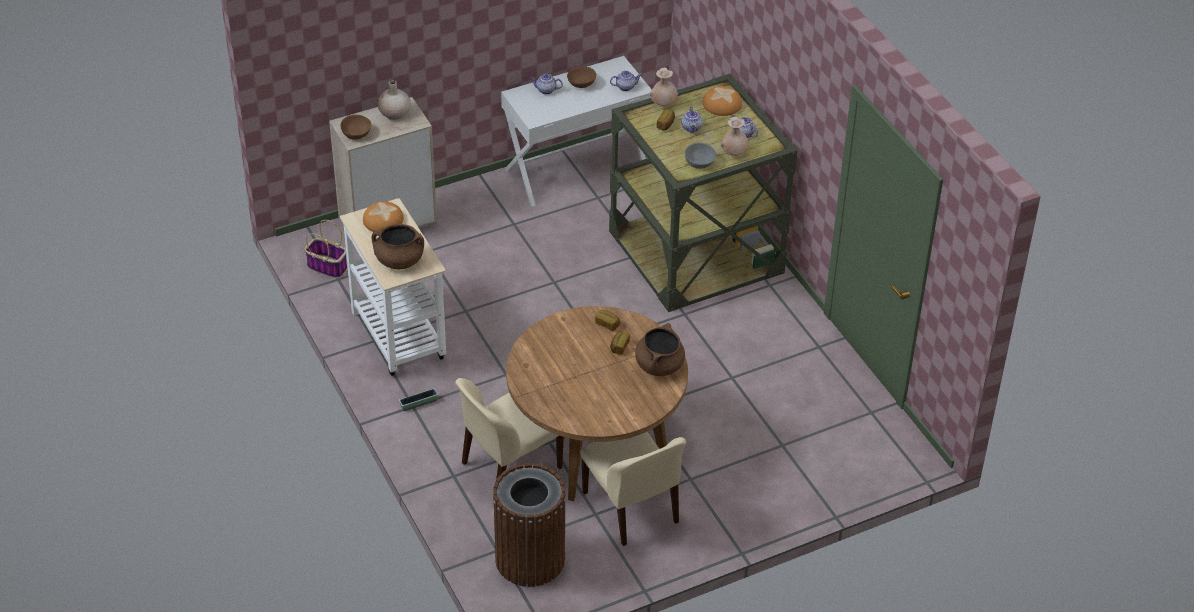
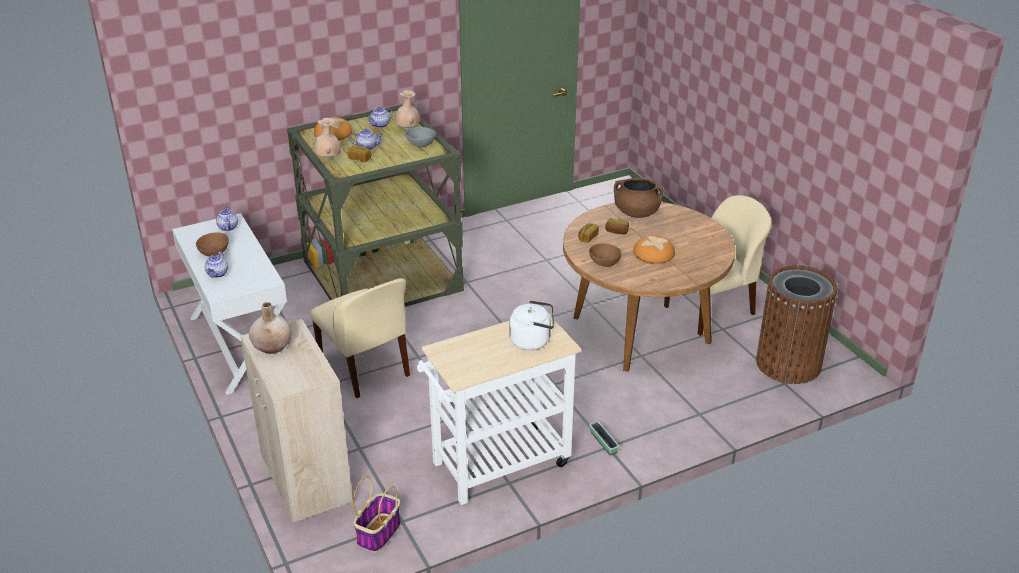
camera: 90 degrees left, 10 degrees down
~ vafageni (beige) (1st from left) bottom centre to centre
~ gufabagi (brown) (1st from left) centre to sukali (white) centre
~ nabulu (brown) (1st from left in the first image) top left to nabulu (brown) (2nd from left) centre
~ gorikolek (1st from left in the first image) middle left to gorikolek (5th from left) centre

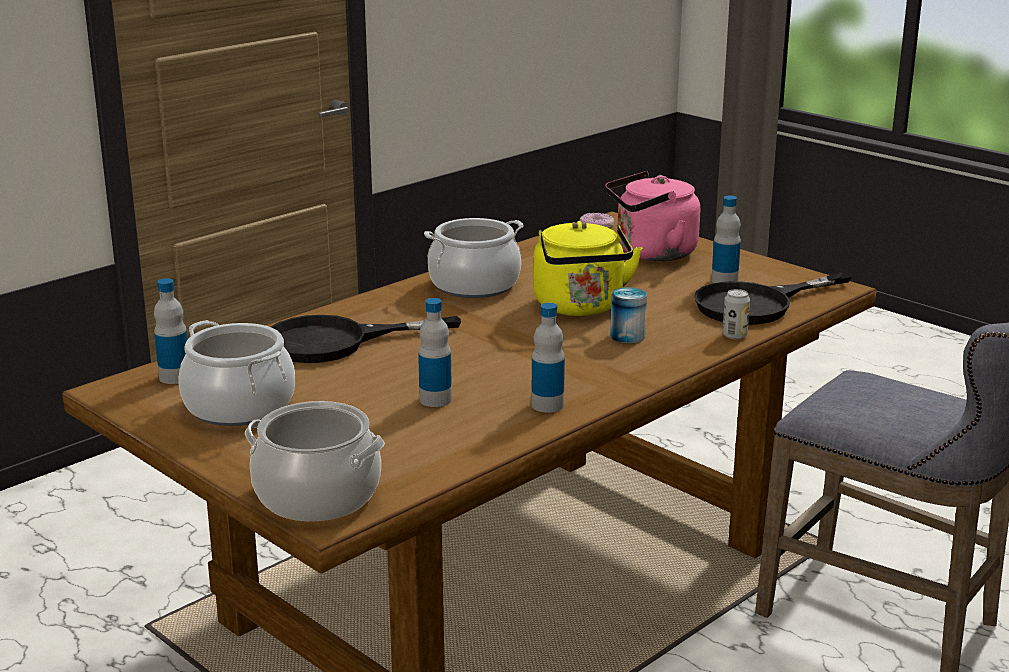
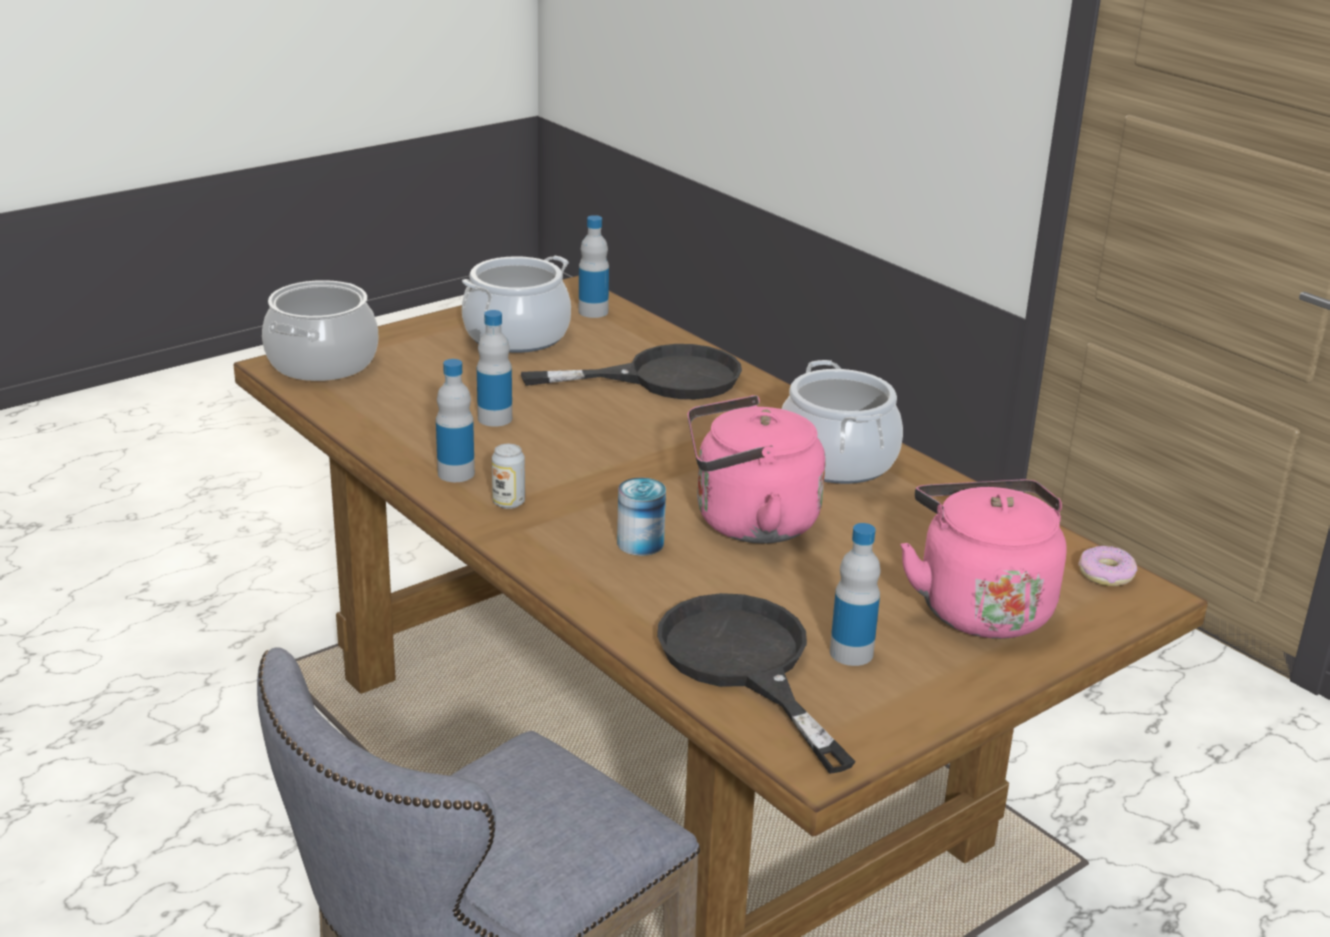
camera: 95 degrees right, 5 degrees up
~ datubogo (2nd from left in the first image) middle right to datubogo (1st from left) centre
~ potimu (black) (1st from left) centre = centre 90 degrees clockwise
~ sukali (yellow) centre to sukali (pink) (1st from left) centre

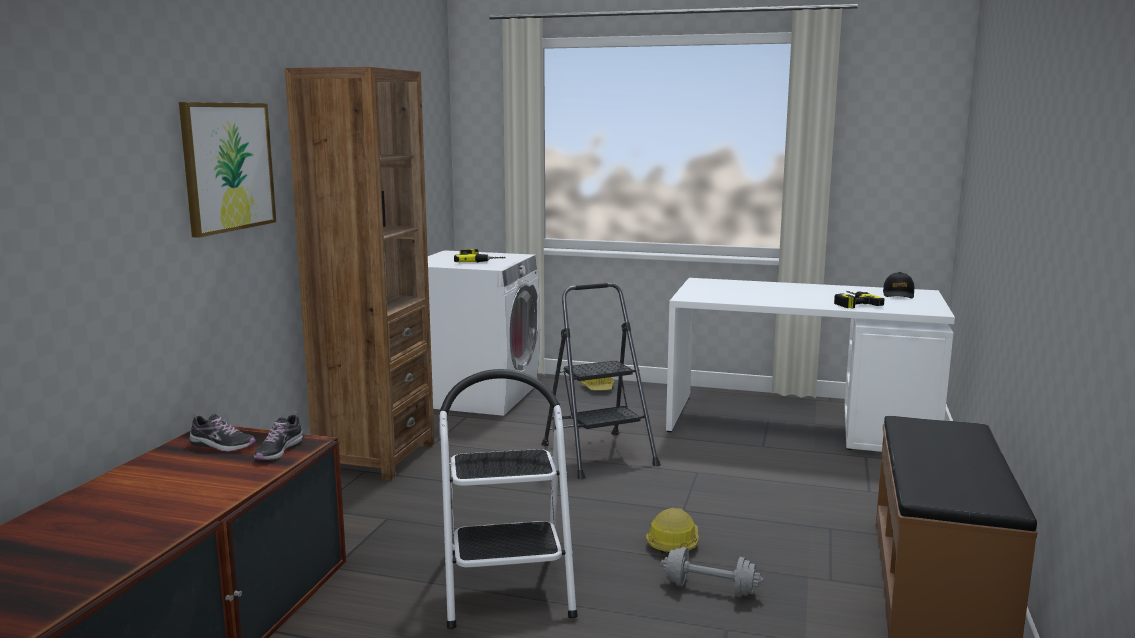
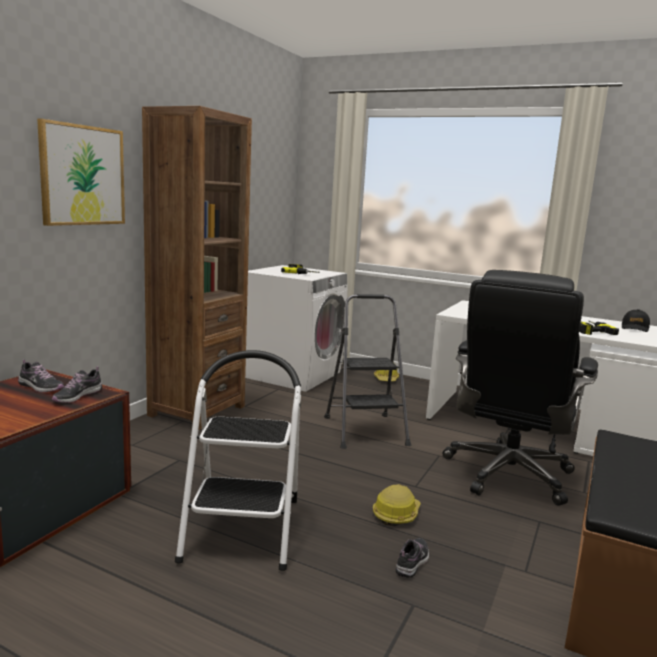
camera: 10 degrees right, 0 degrees up
~ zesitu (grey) bottom centre to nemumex (3rd from left) bottom centre
+ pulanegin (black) middle right

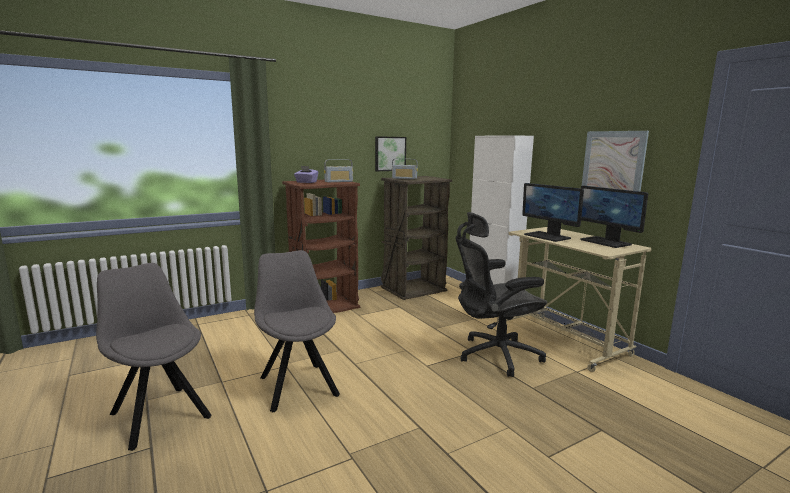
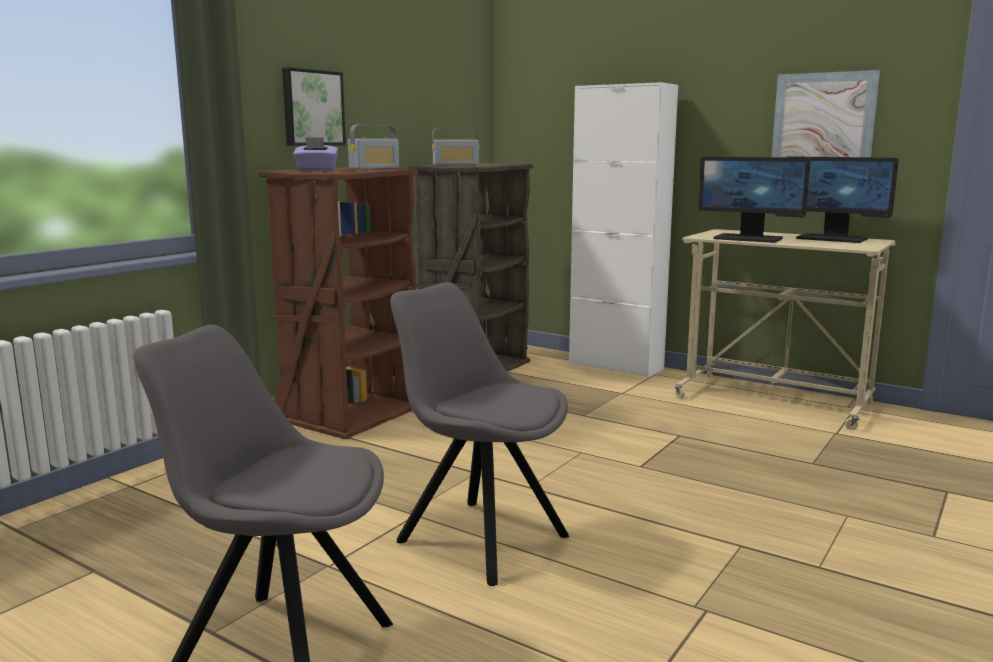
camera: 25 degrees left, 0 degrees up
~ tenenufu (1st from left) top centre to top left
- pulanegin centre

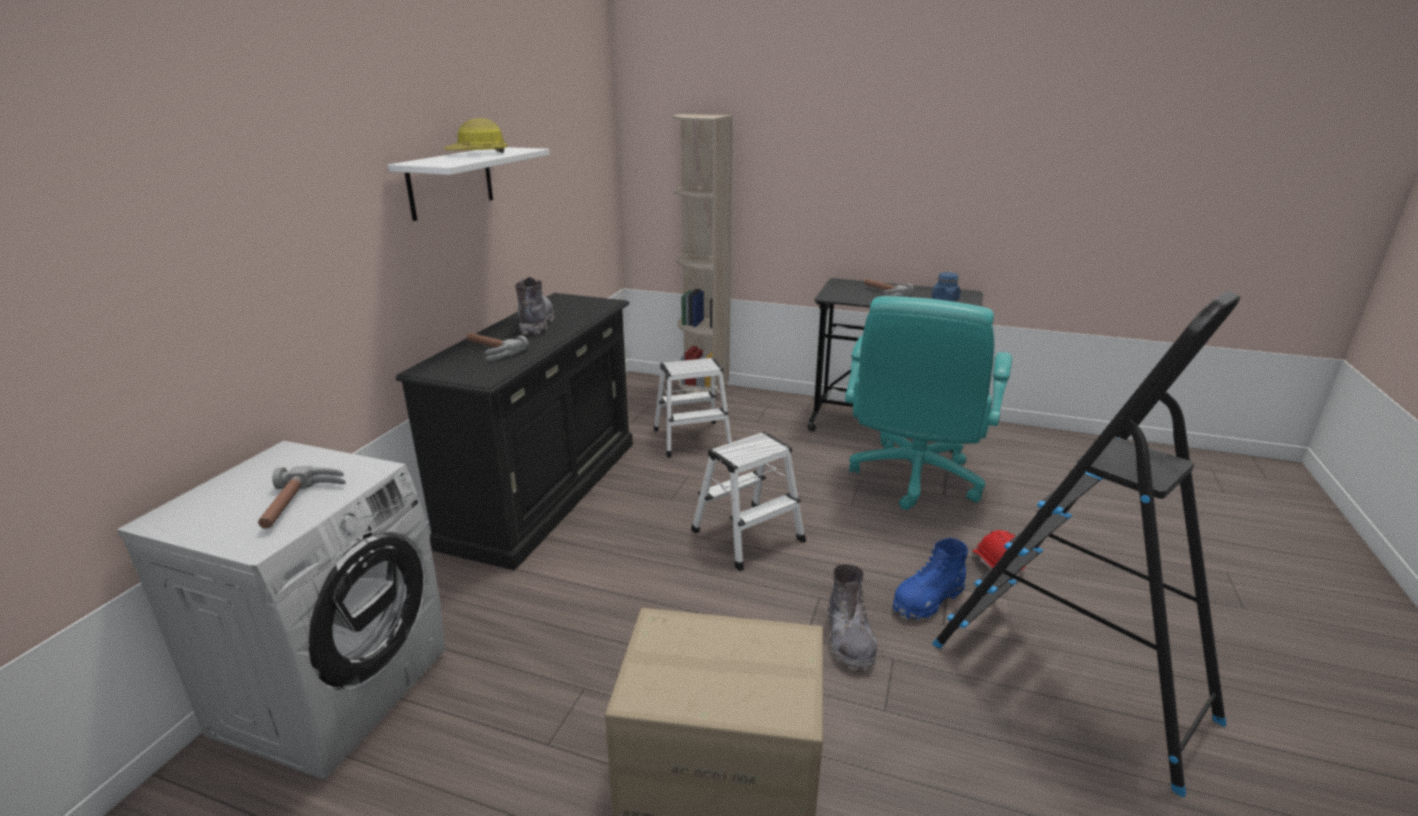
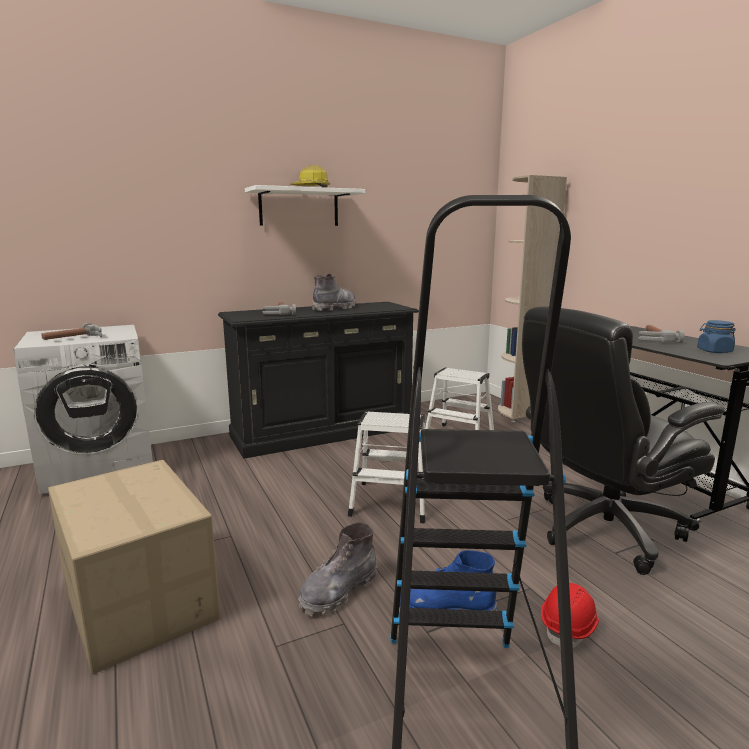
camera: 45 degrees right, 10 degrees down
~ pulanegin (turquoise) centre to pulanegin (black) middle right

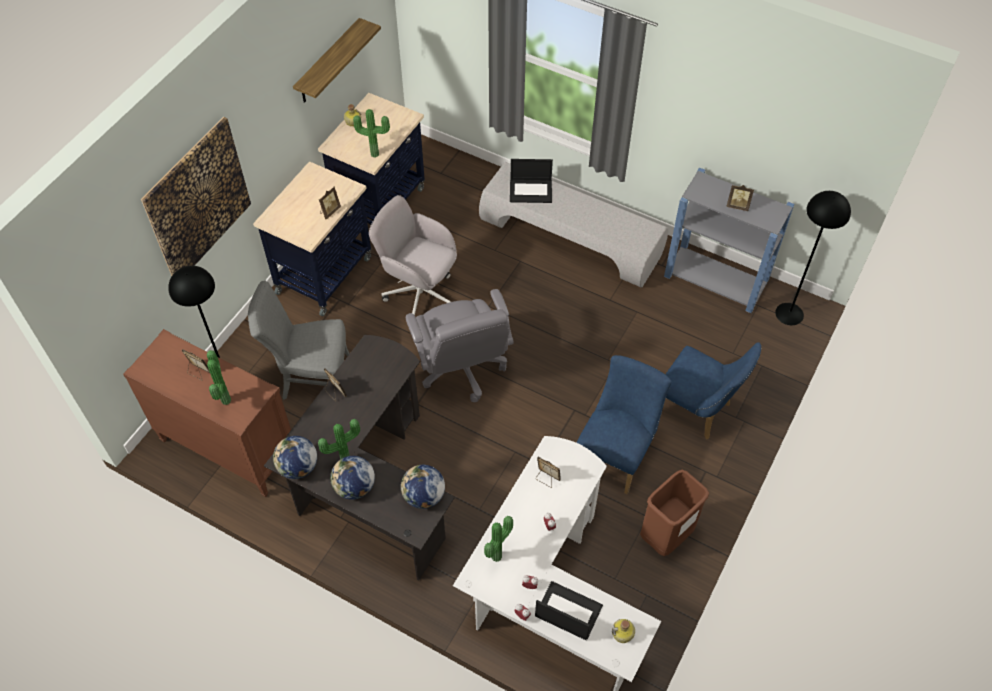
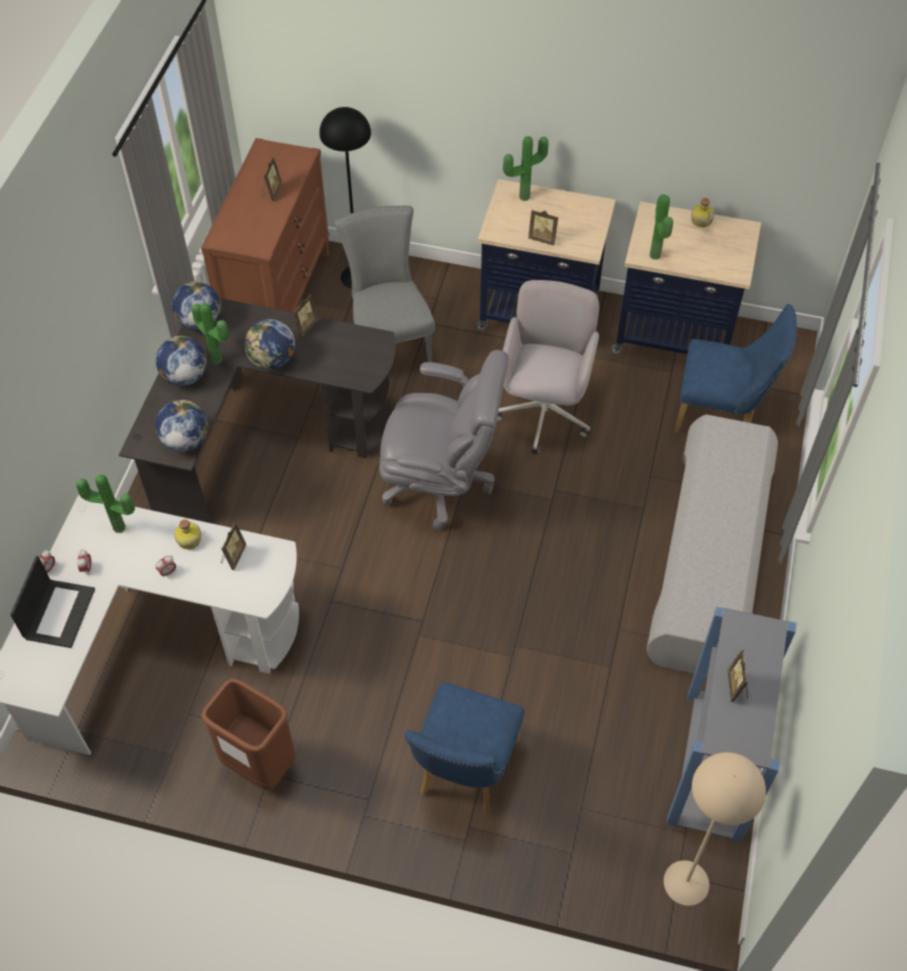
camera: 75 degrees right, 0 degrees up
~ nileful (2nd from left in the first image) bottom centre to nileful (1st from left) middle left
+ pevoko (4th from left) middle left
~ pulanegin (grey) (2nd from left in the first image) centre = centre 135 degrees counterclockwise
~ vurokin (1st from left in the first image) middle left to vurokin (3rd from left) top centre
~ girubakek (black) (2nd from left) middle right to girubakek (beige) bottom right
~ vafageni (blue) (1st from left in the first image) centre to vafageni (blue) (2nd from left) middle right
- tenenufu top left
- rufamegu top centre
- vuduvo (1st from left) top centre

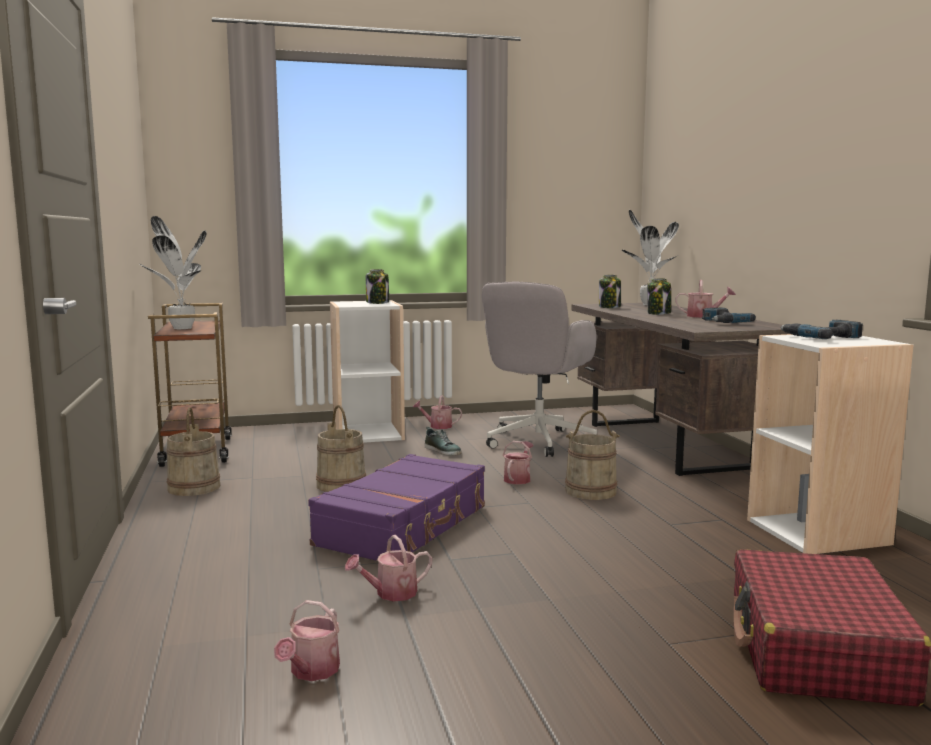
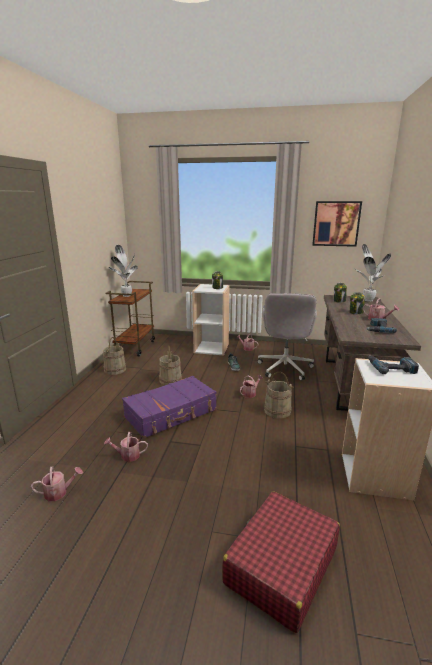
camera: 25 degrees right, 10 degrees up
~ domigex (1st from left) bottom left = bottom left 150 degrees counterclockwise
~ pulanegin (grey) centre = centre 45 degrees counterclockwise
+ tenenufu middle right

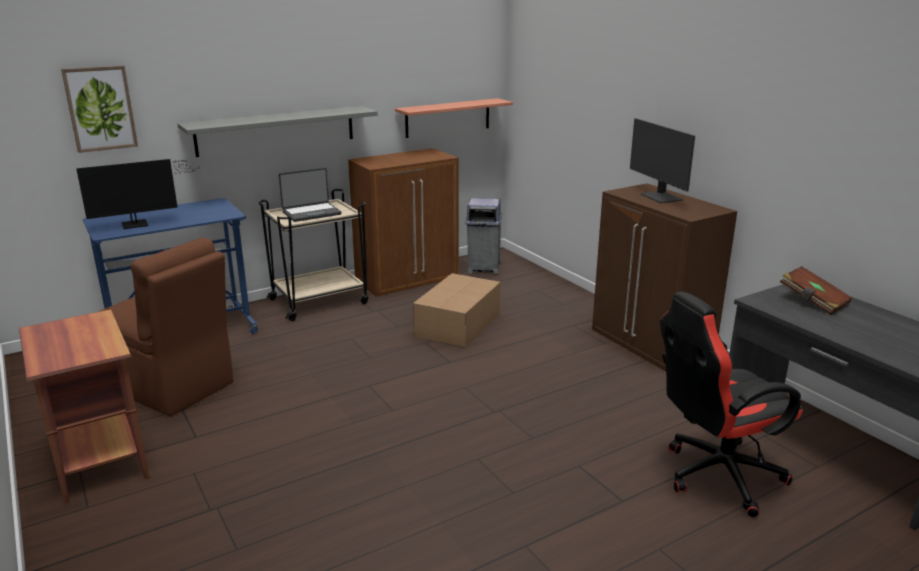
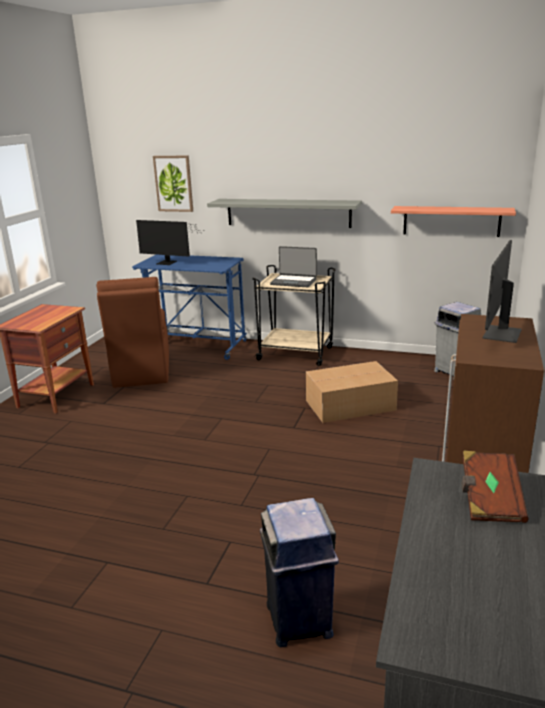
camera: 50 degrees right, 0 degrees up
~ pulanegin (black) bottom right to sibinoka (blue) bottom centre
- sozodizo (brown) (1st from left) centre

